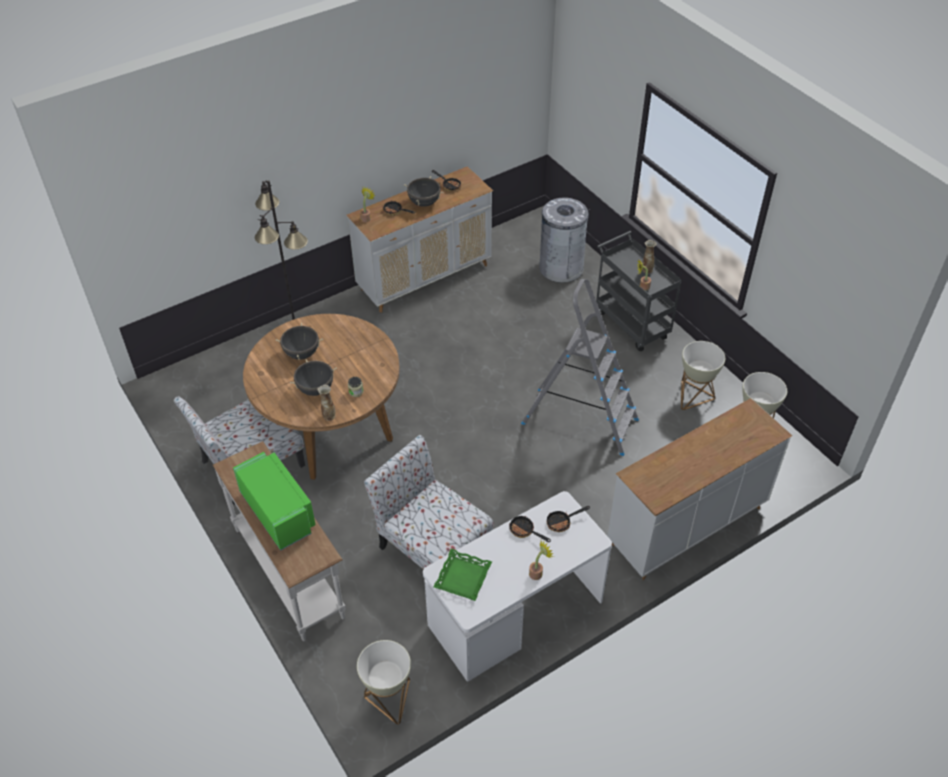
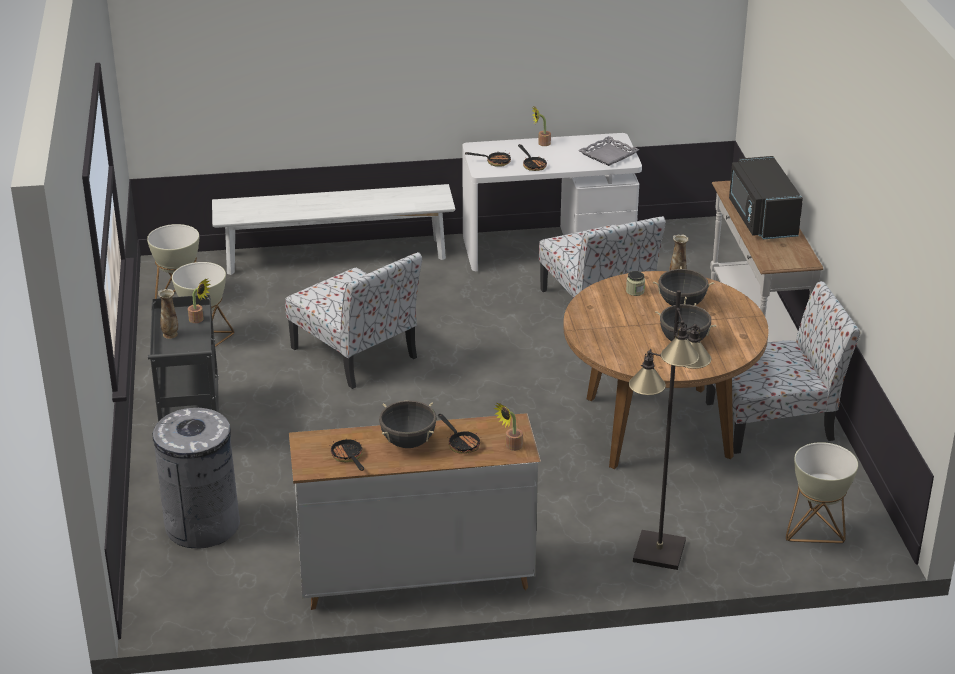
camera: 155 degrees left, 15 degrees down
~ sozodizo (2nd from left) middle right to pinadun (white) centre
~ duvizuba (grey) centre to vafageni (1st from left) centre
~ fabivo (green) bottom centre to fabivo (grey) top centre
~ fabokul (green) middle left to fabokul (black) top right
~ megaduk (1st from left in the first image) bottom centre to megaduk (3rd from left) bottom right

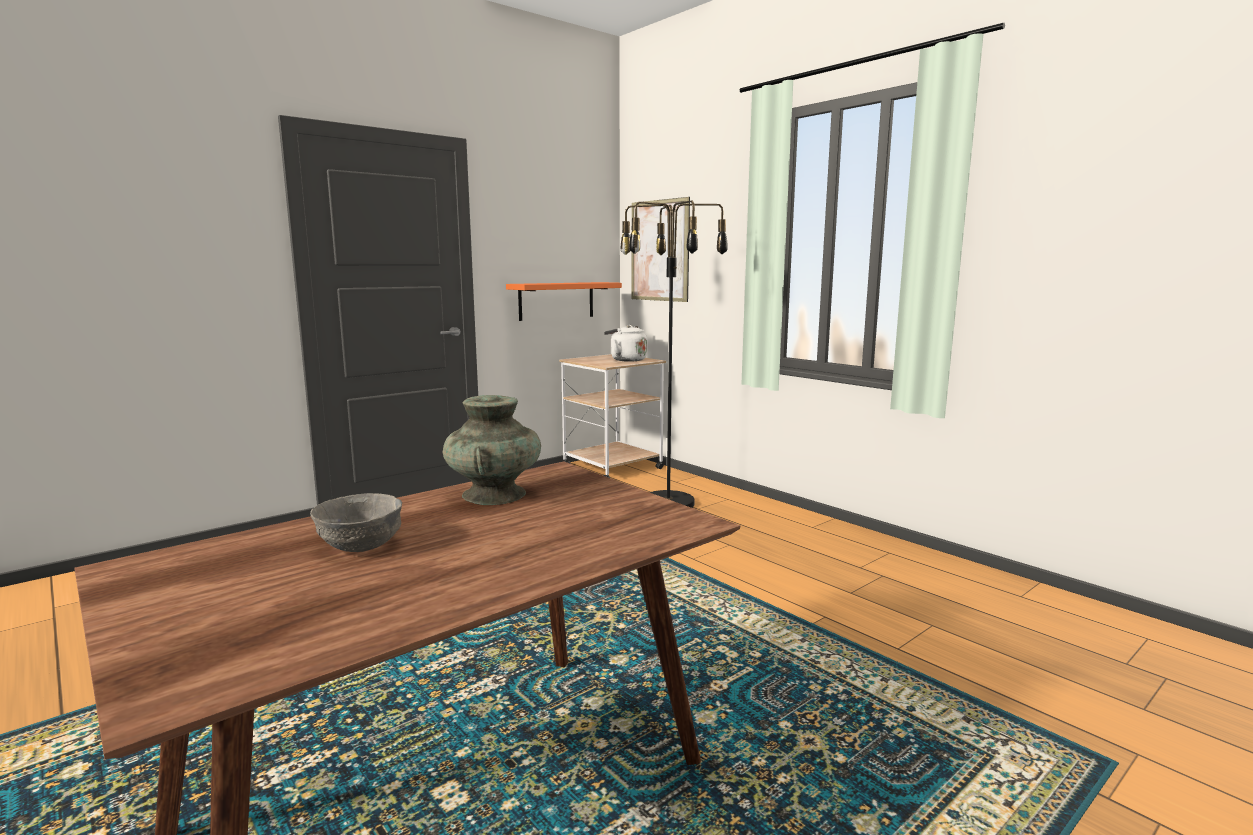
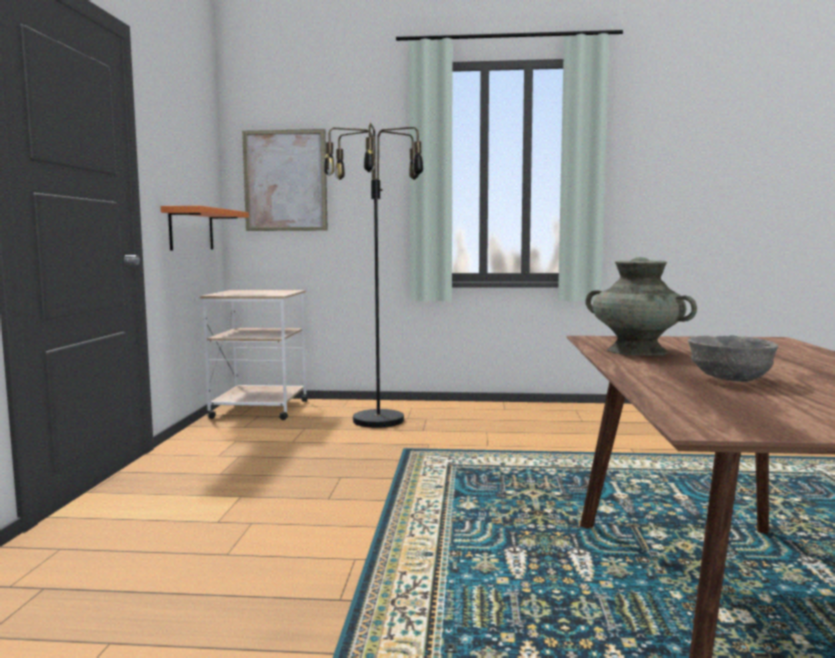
camera: 45 degrees left, 5 degrees down
- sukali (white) centre

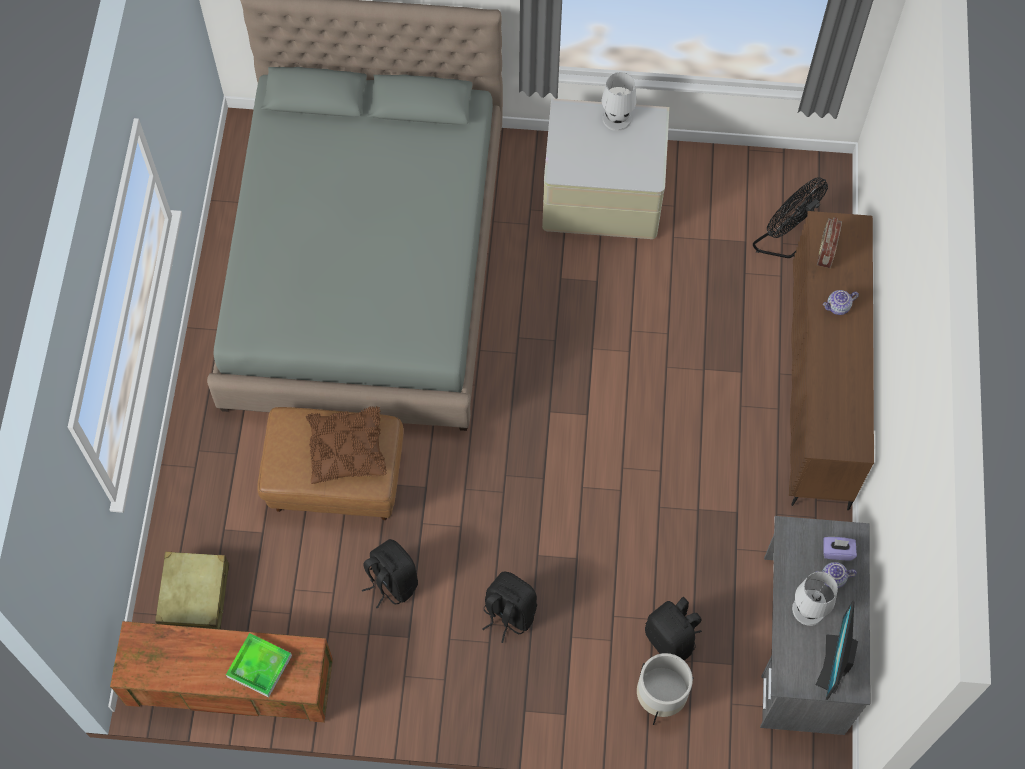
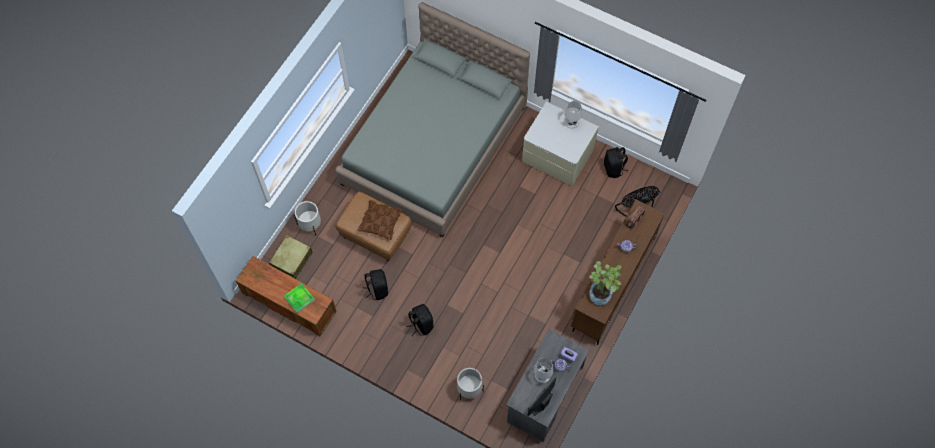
camera: 25 degrees right, 0 degrees up
+ megaduk (white) (1st from left) middle left
+ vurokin centre
~ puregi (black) (3rd from left) bottom centre to centre

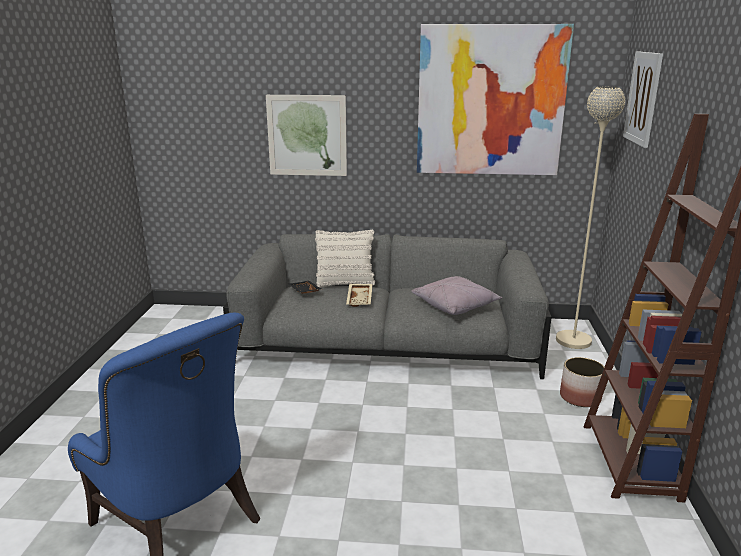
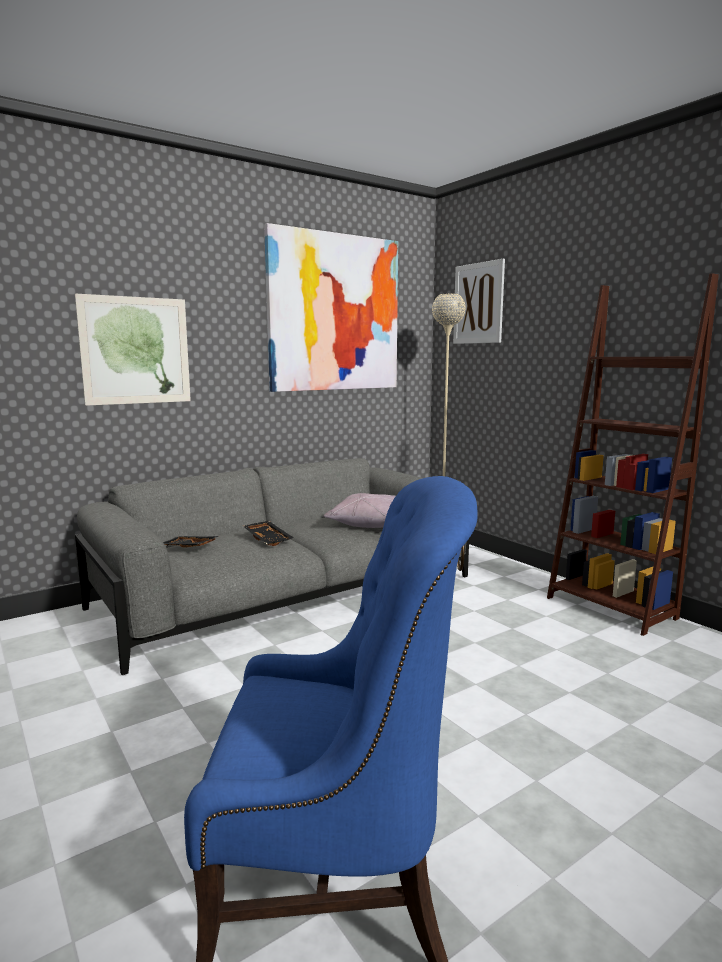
camera: 40 degrees left, 10 degrees down
~ fabivo (beige) centre to fabivo (black) (2nd from left) centre
- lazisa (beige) centre
- megaduk bottom right

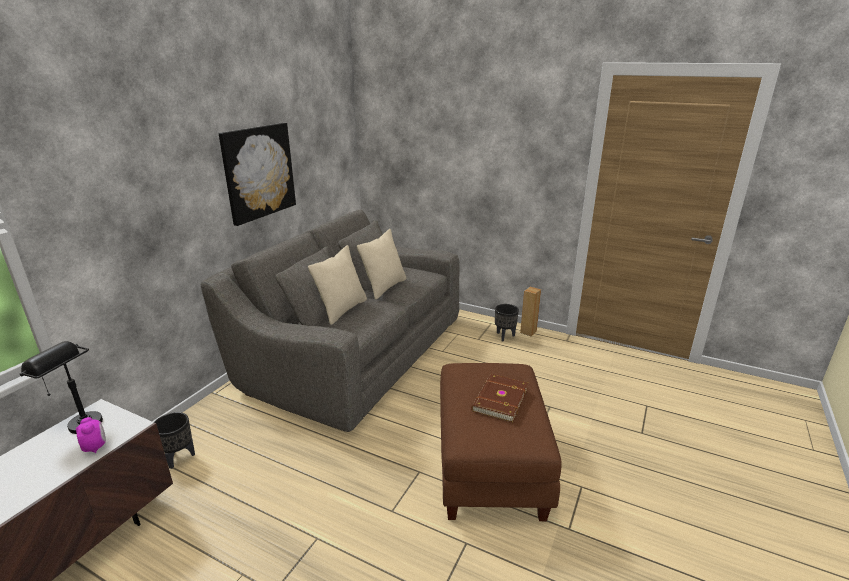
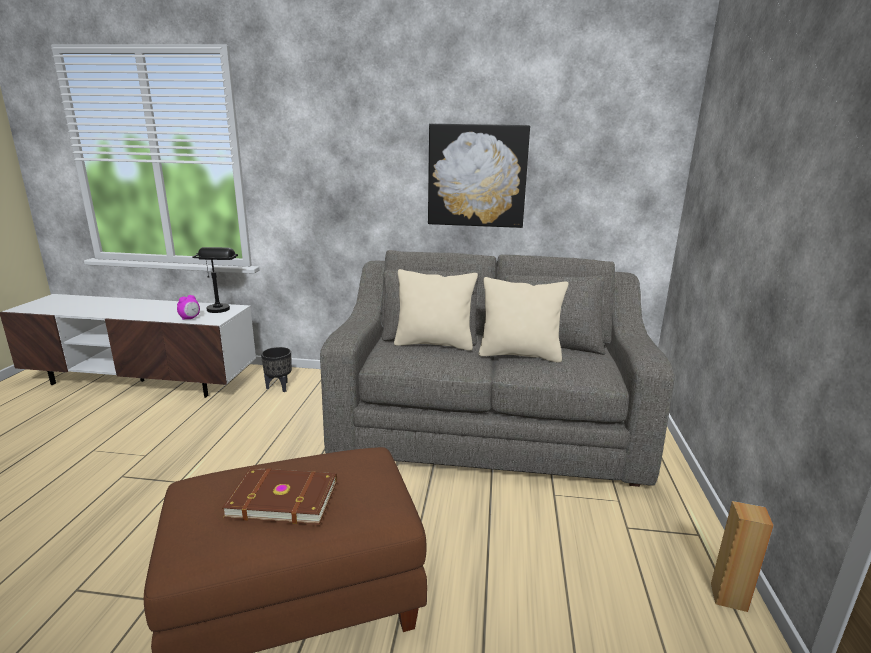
camera: 70 degrees right, 5 degrees down
- megaduk (black) (2nd from left) centre

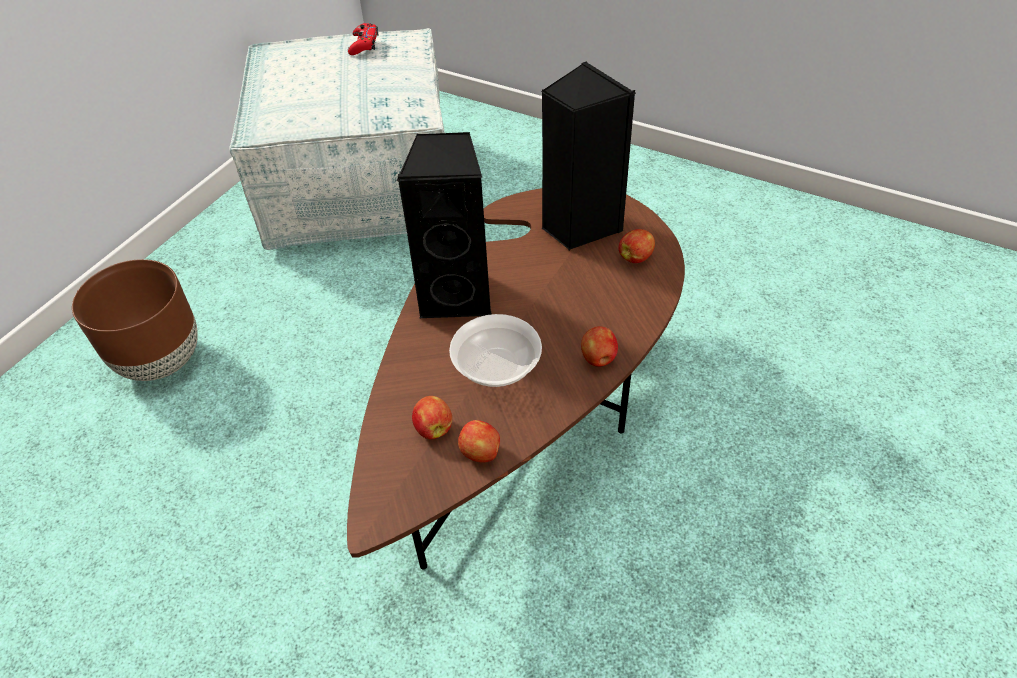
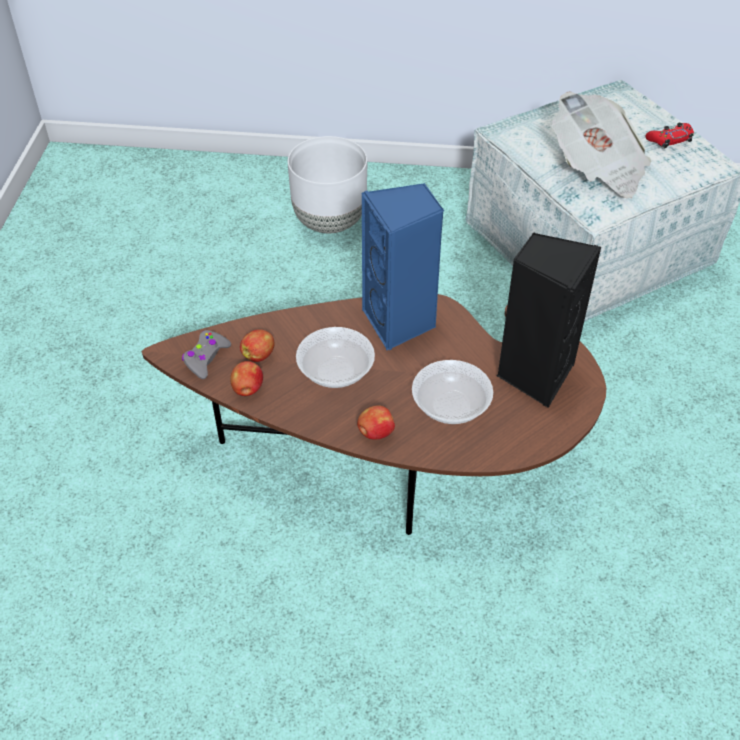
camera: 65 degrees right, 0 degrees up
+ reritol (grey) middle left
~ megaduk (brown) middle left to megaduk (white) top centre
~ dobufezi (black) (1st from left) top centre to dobufezi (blue) centre
+ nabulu (2nd from left) centre
+ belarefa top right
- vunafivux (4th from left) centre

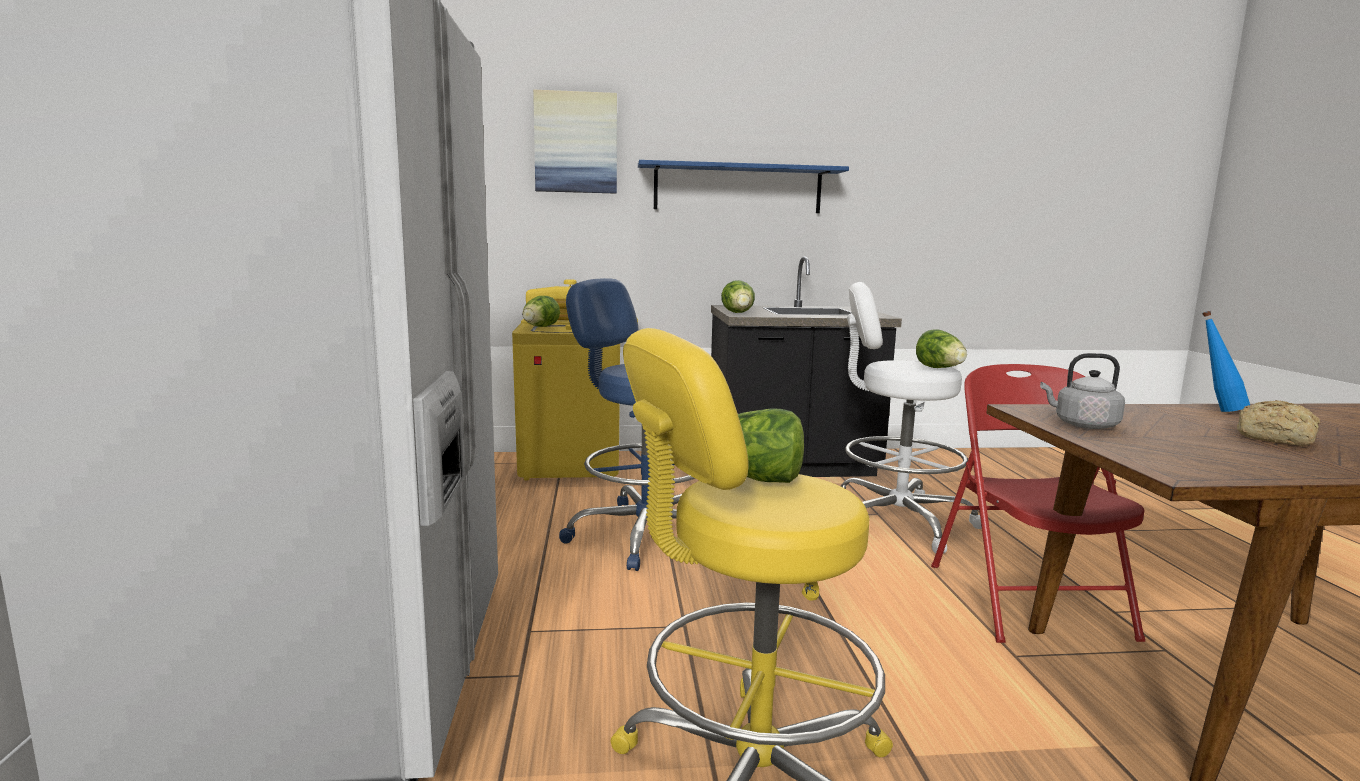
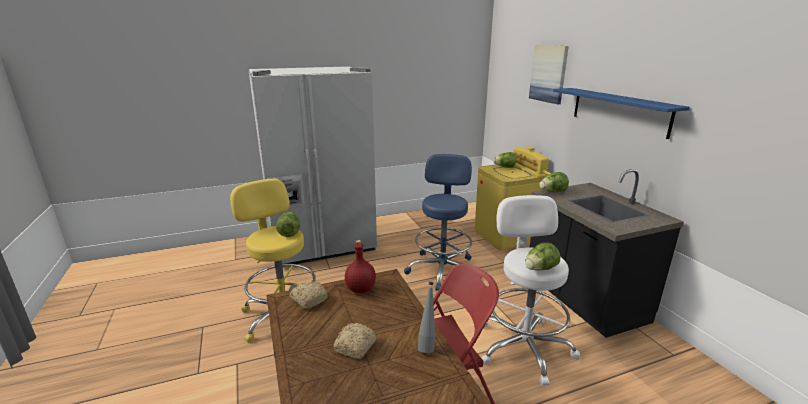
camera: 75 degrees right, 10 degrees up
+ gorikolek (1st from left) bottom centre
~ sukali (grey) middle right to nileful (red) centre
~ nileful (blue) middle right to nileful (grey) bottom centre

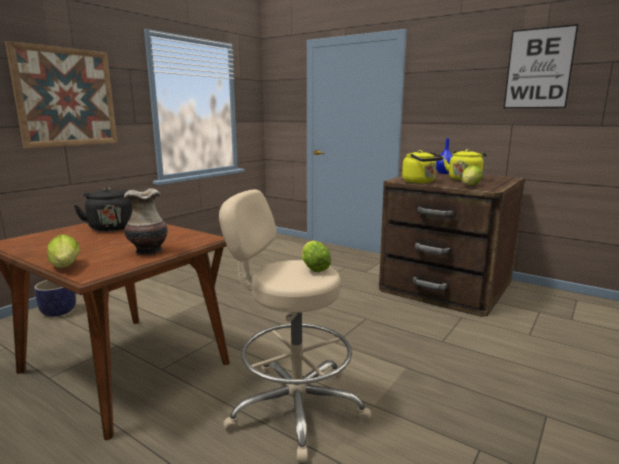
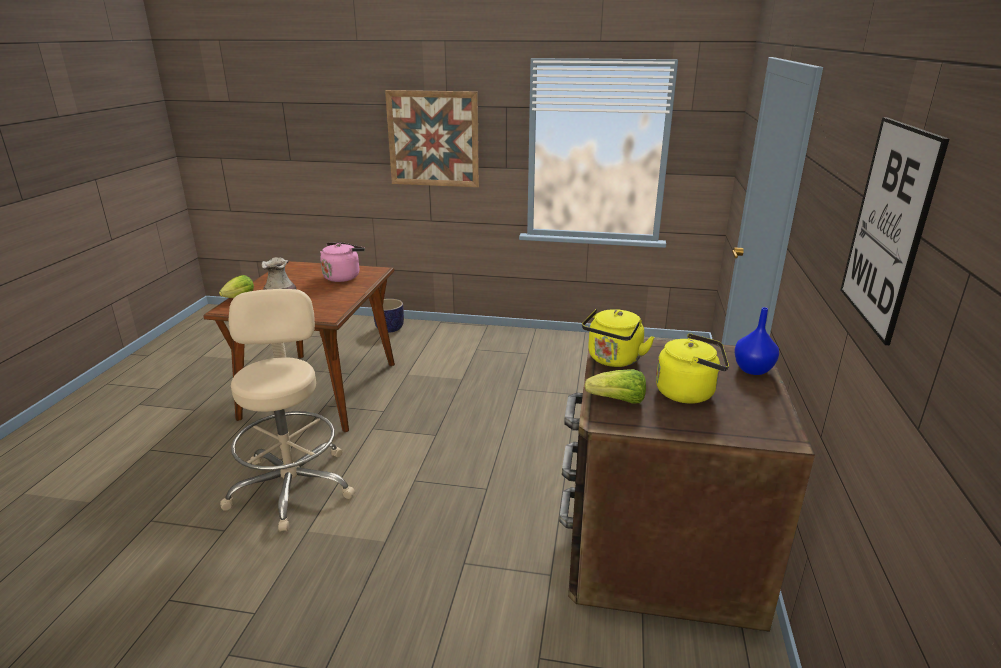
camera: 65 degrees right, 10 degrees up
~ sukali (black) middle left to sukali (pink) centre
- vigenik (2nd from left) centre

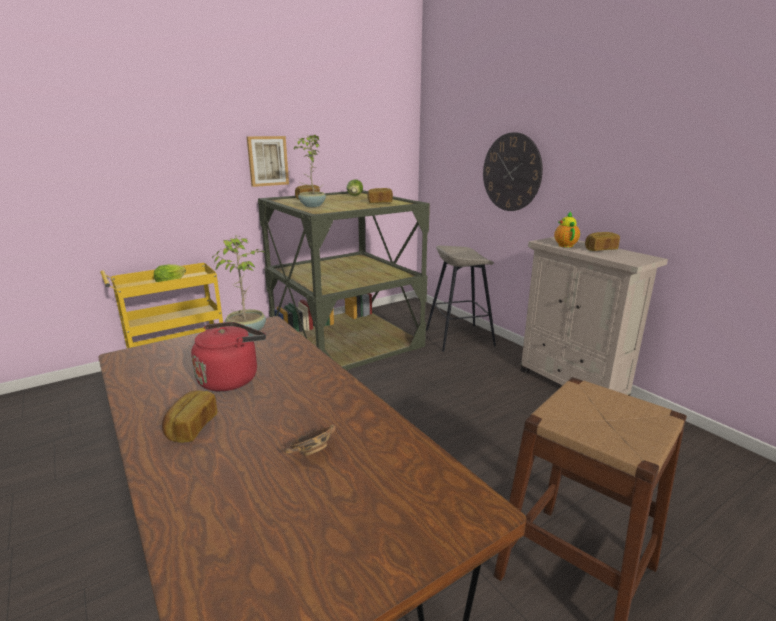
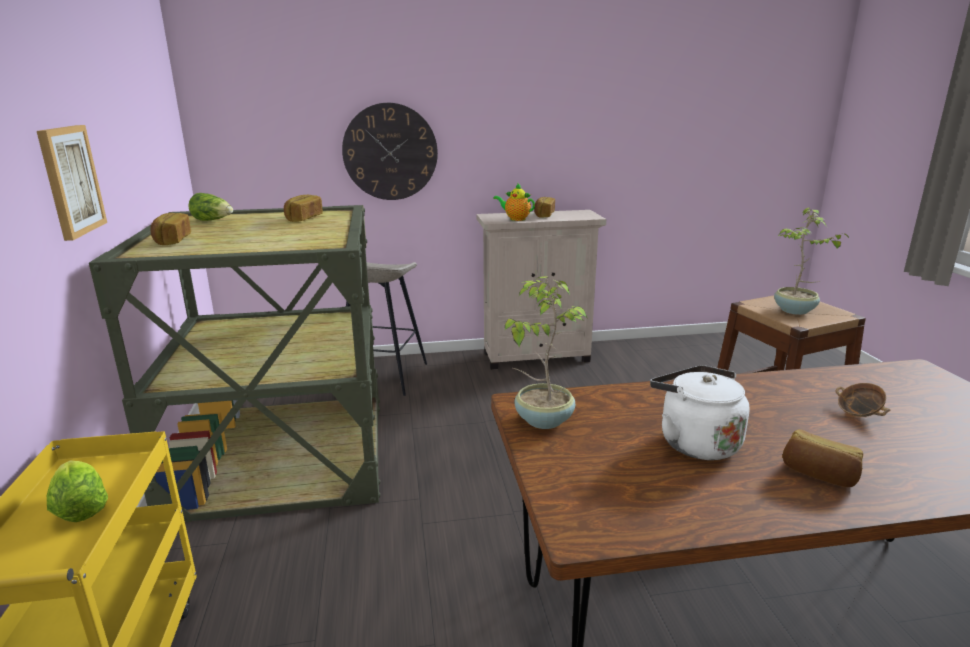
camera: 65 degrees left, 0 degrees up
~ sukali (red) middle left to sukali (white) middle right
~ vurokin (2nd from left) top centre to middle right

